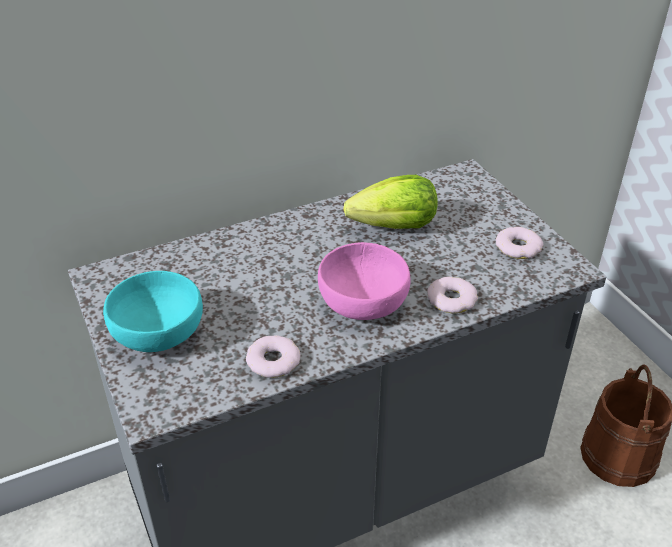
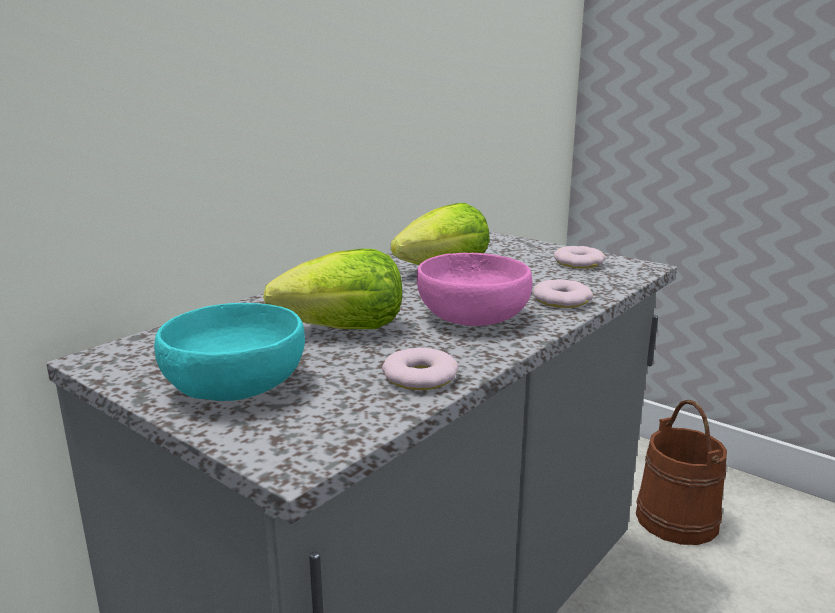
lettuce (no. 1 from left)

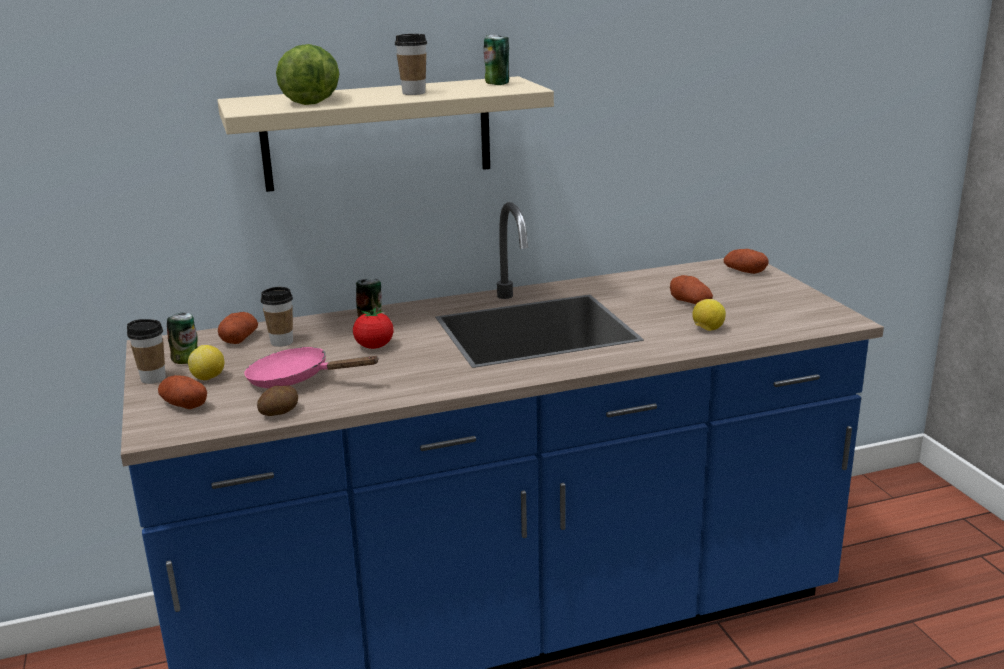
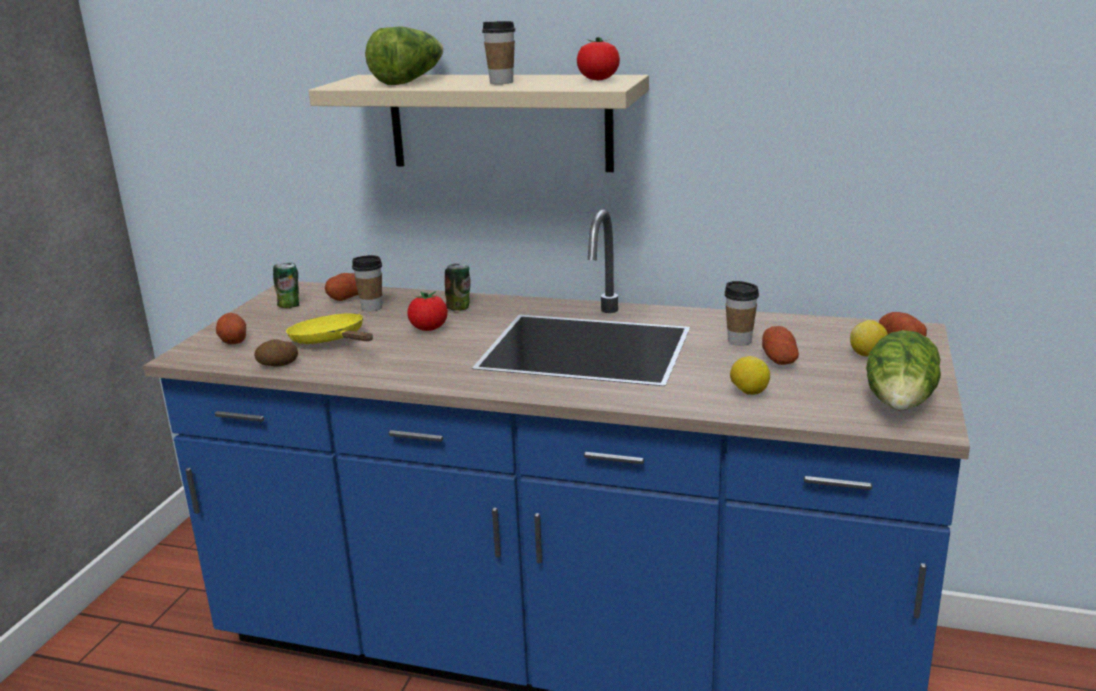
cup (no. 3 from left)
lemon (no. 2 from left)
yellow frying pan
tomato (no. 2 from left)
lettuce (no. 2 from left)

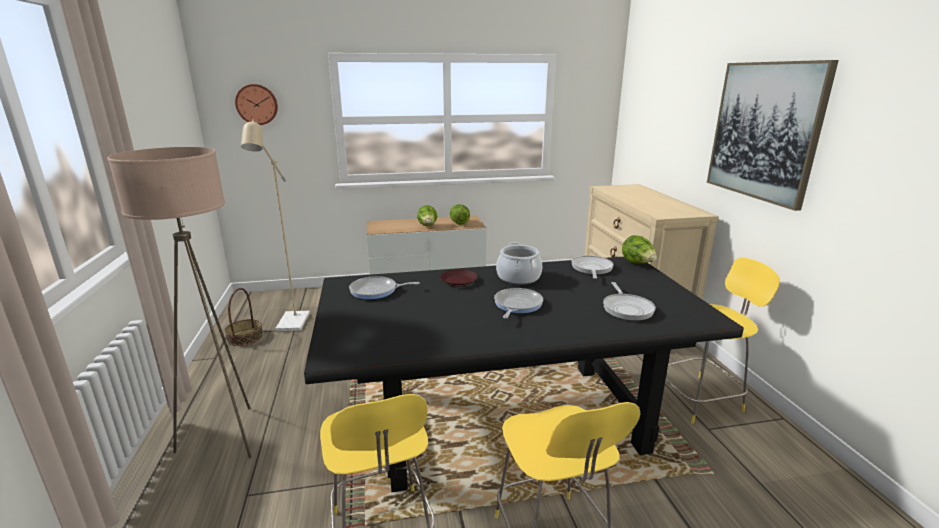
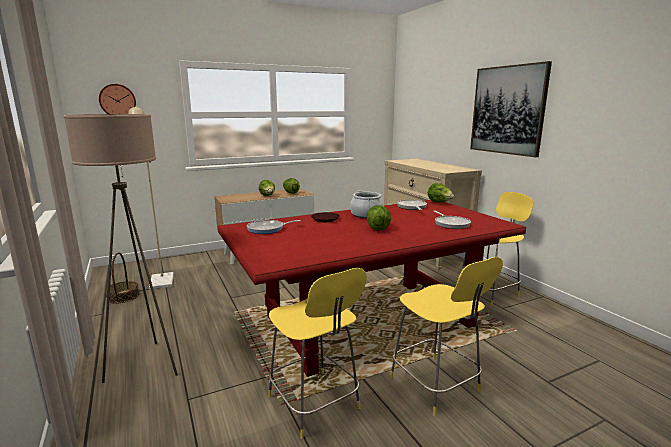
red dining table
lettuce (no. 3 from left)

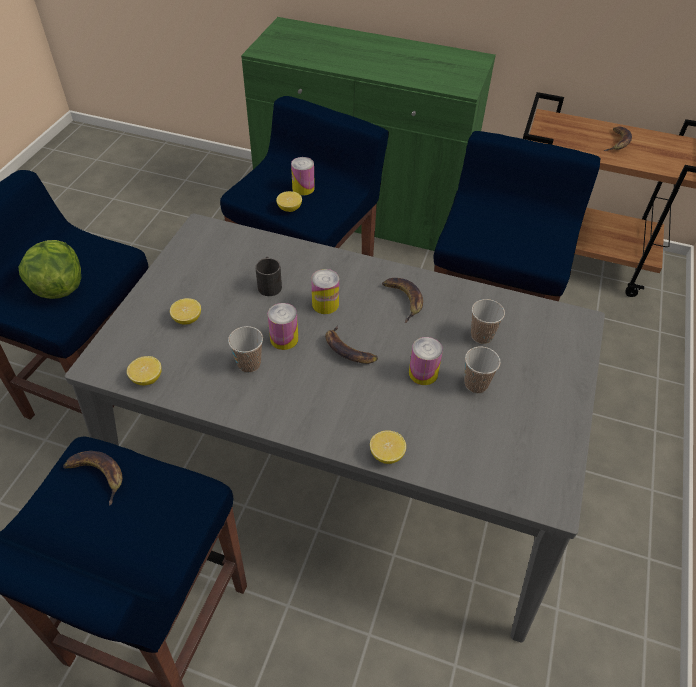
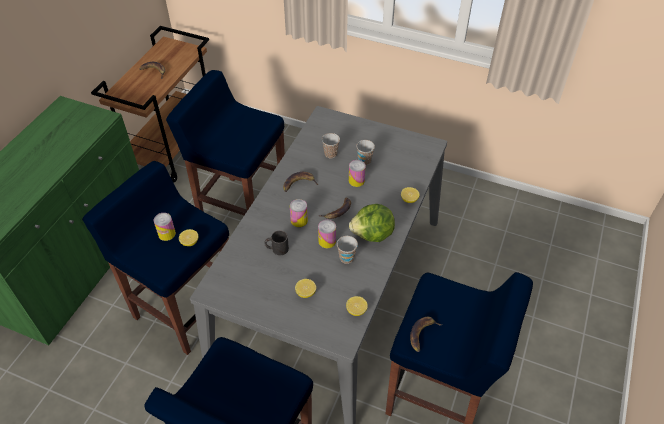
lettuce

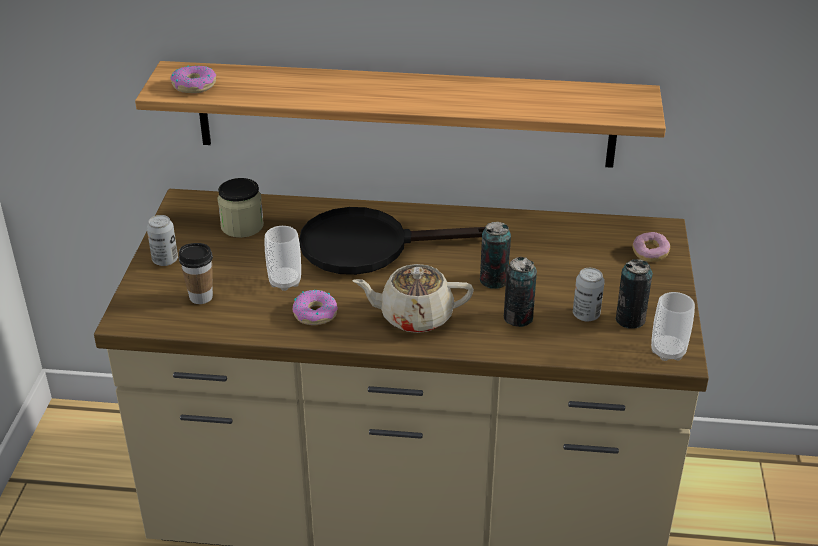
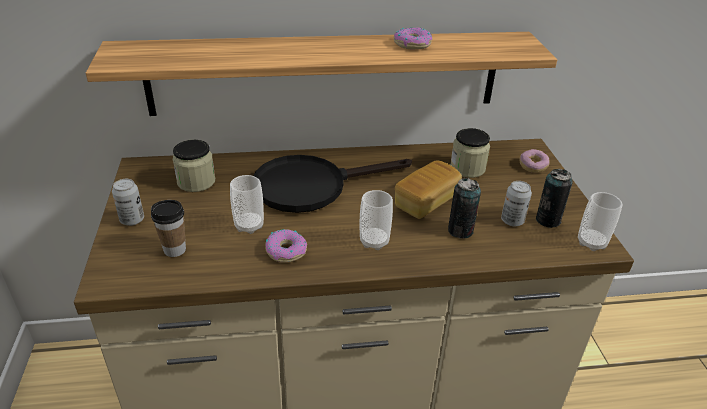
donut (no. 2 from left)
cup (no. 3 from left)
bread
jar (no. 2 from left)

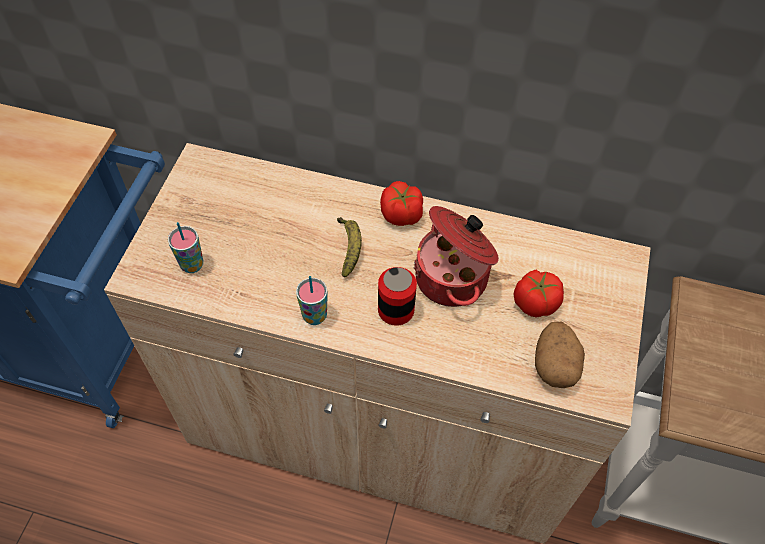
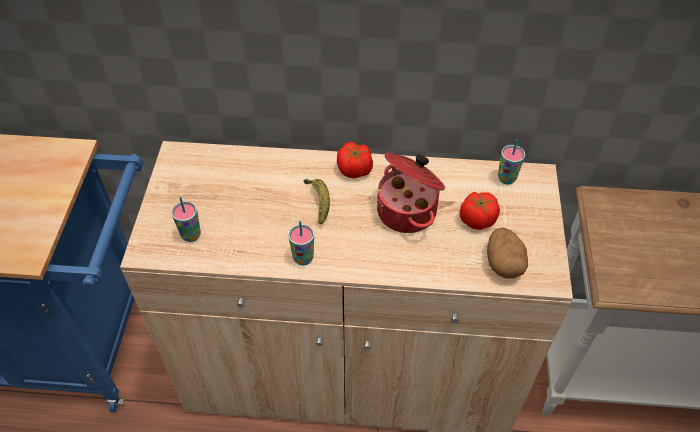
can
cup (no. 3 from left)

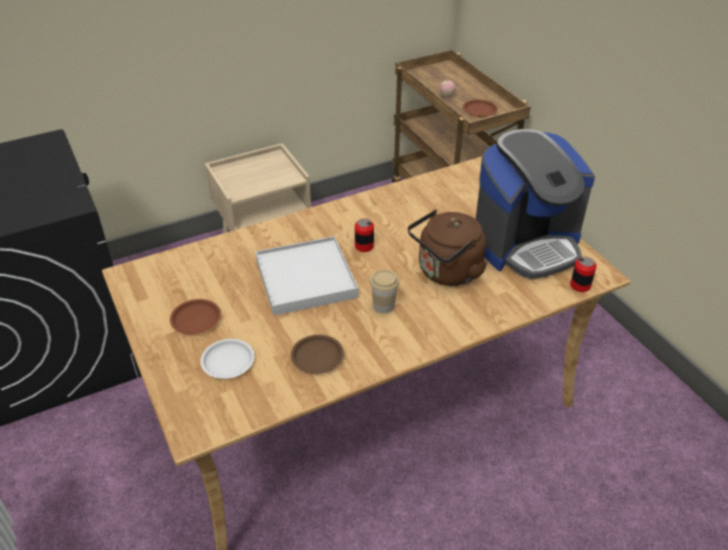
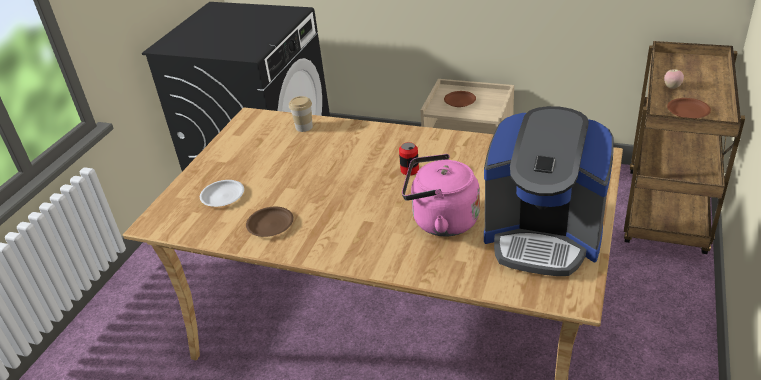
brown plate (no. 2 from left)
white tray
cup
pink kettle
can (no. 2 from left in the first image)

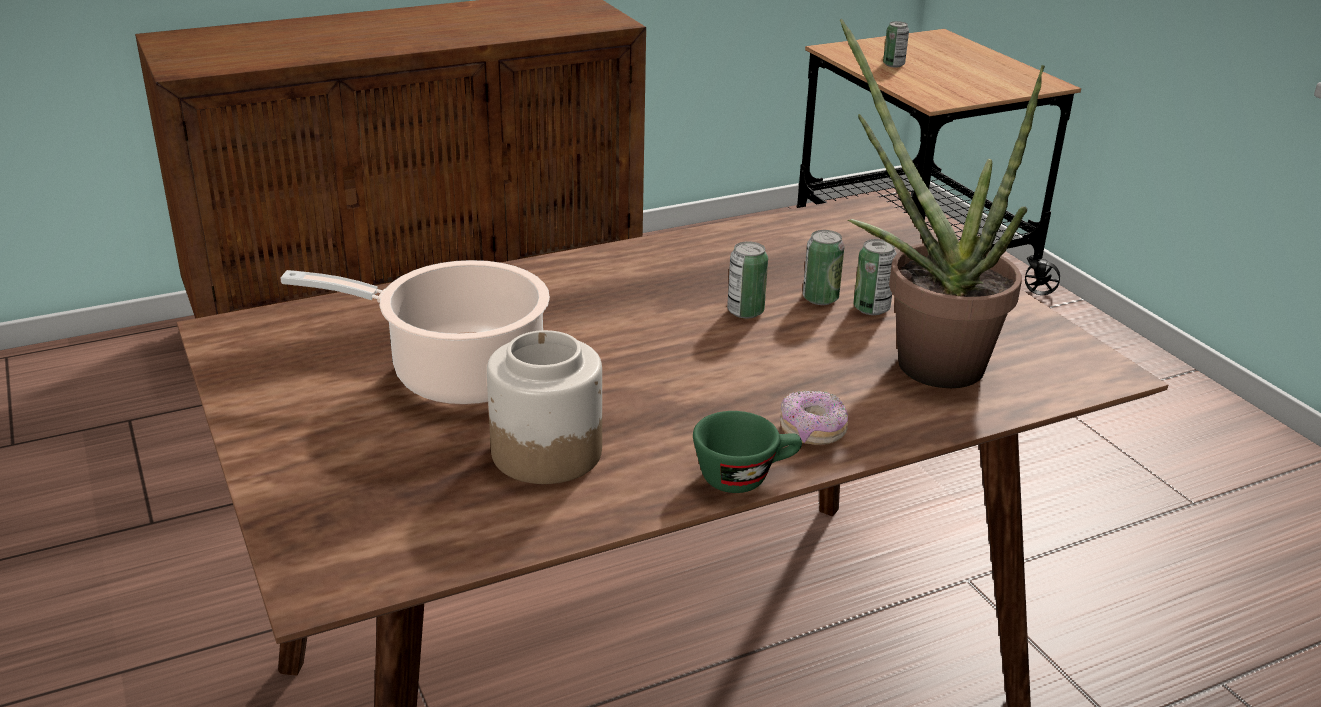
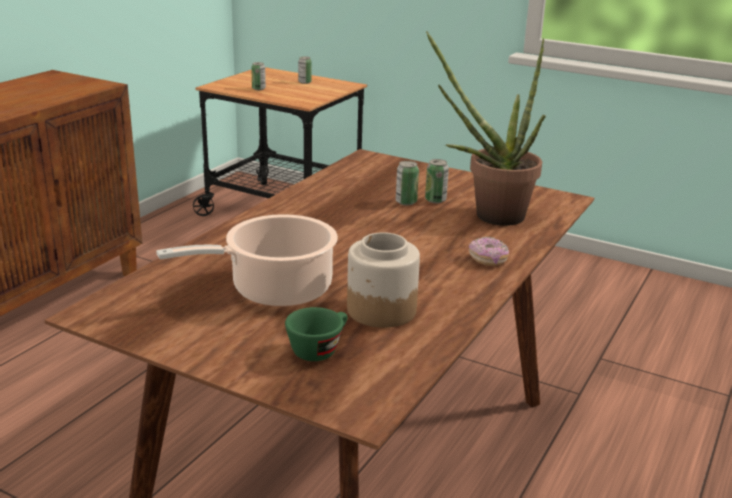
green cup
can (no. 2 from left)

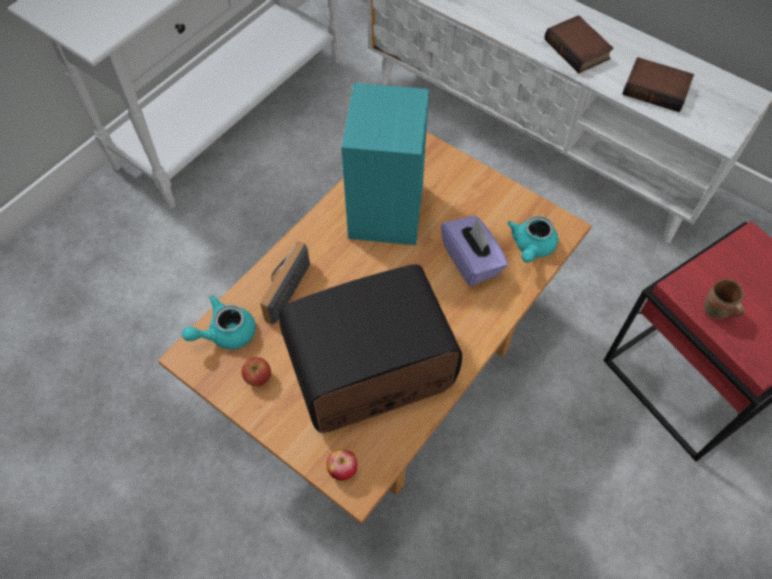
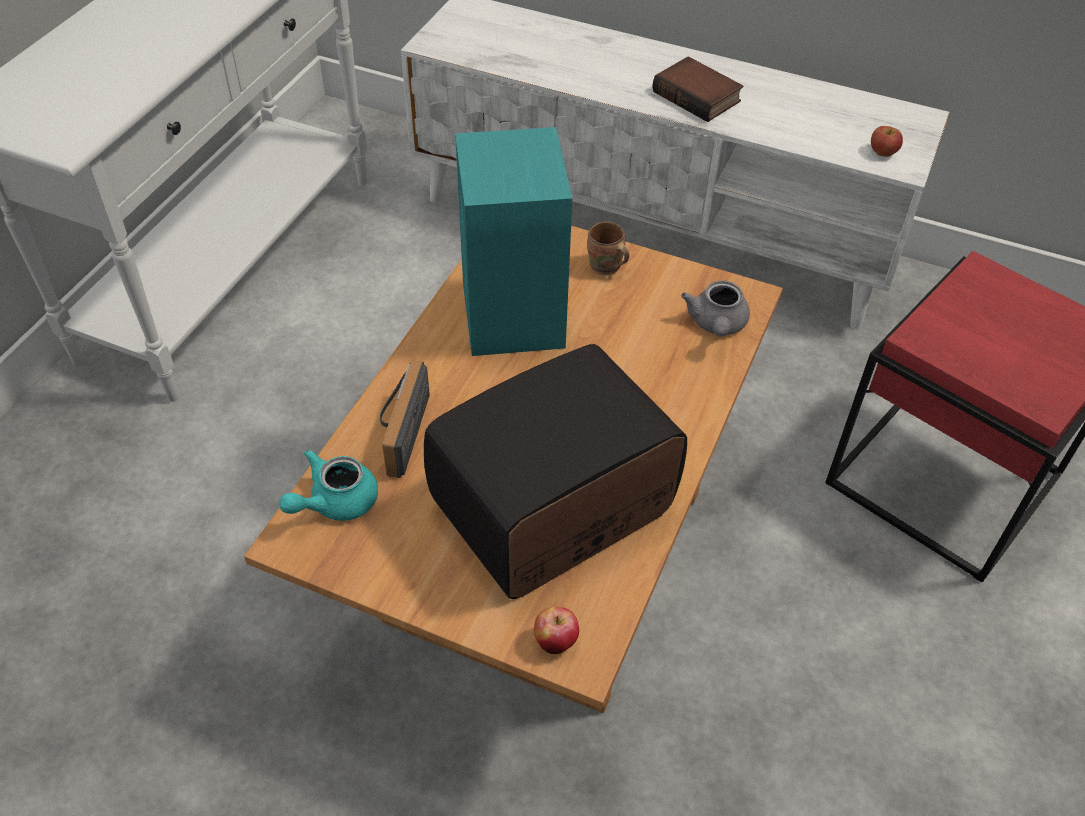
apple (no. 2 from left)
purple tissue box
grey teapot
book (no. 2 from left in the first image)
brown mug

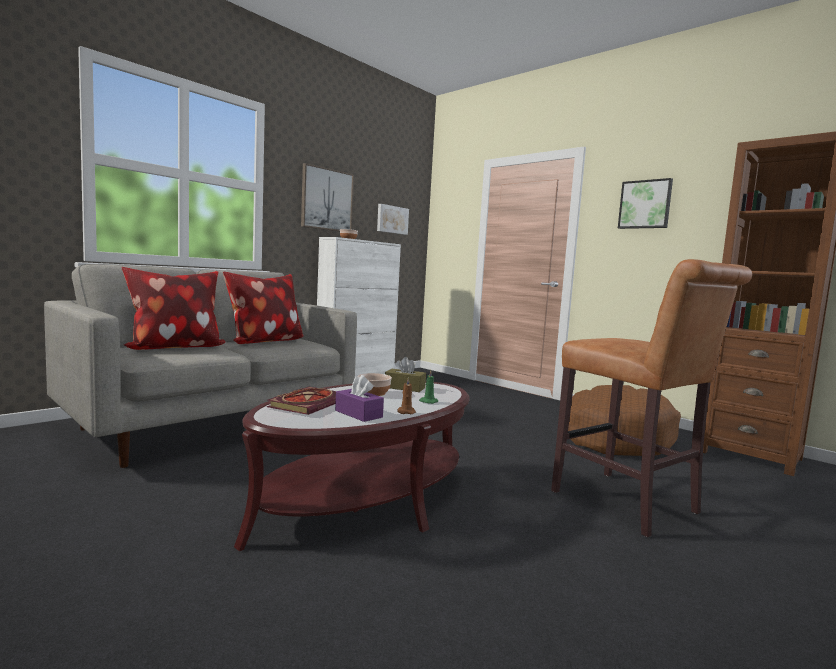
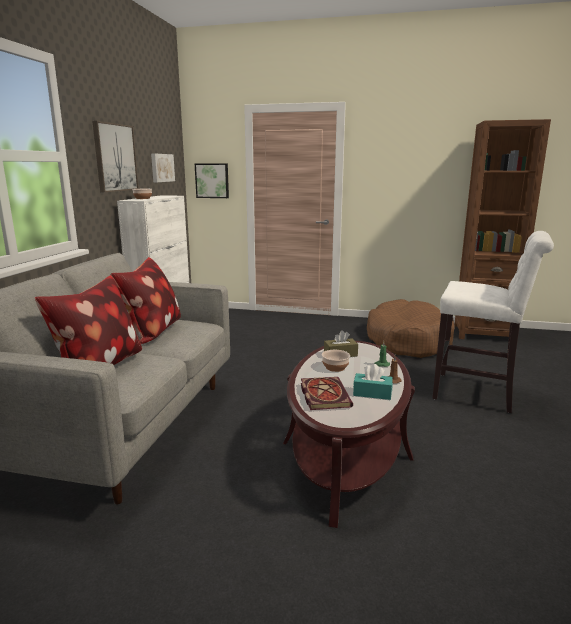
turquoise tissue box
white stool
picture (no. 3 from left)

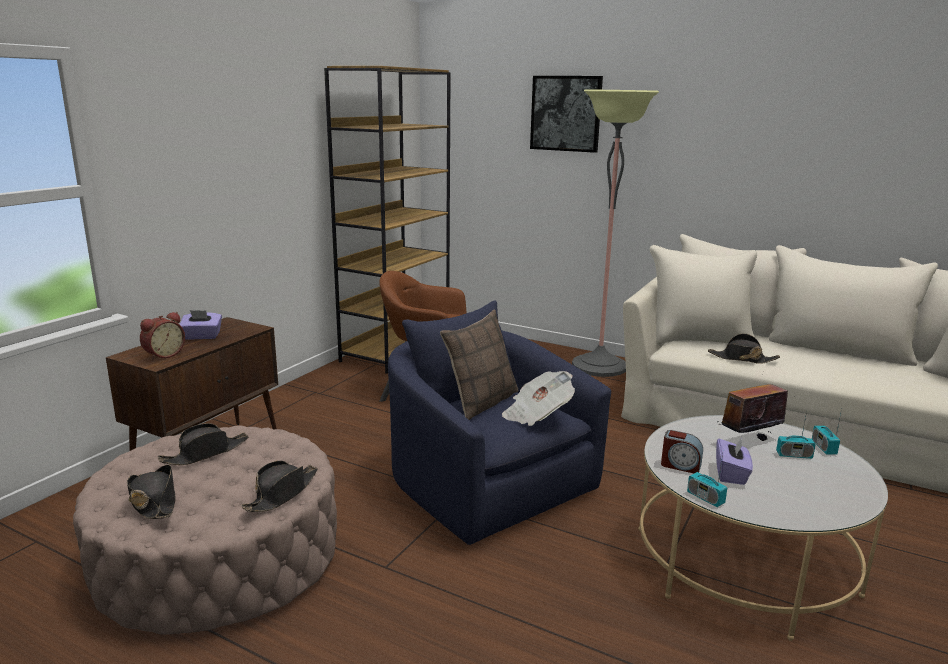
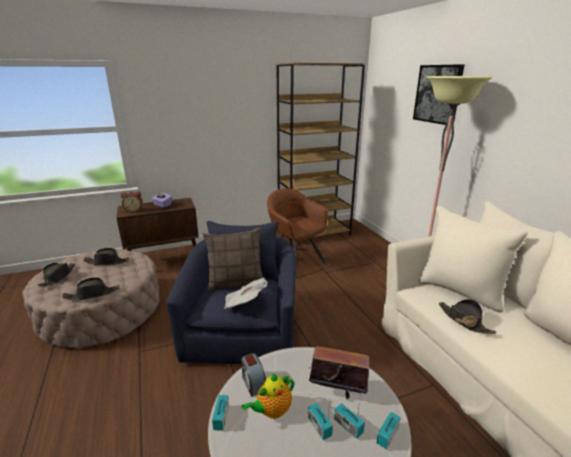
teapot
radio (no. 2 from left)

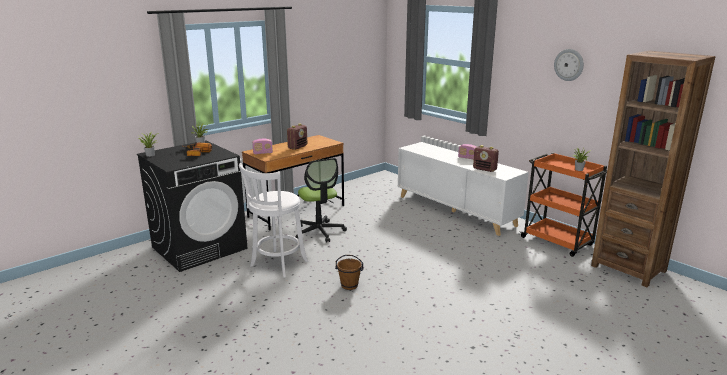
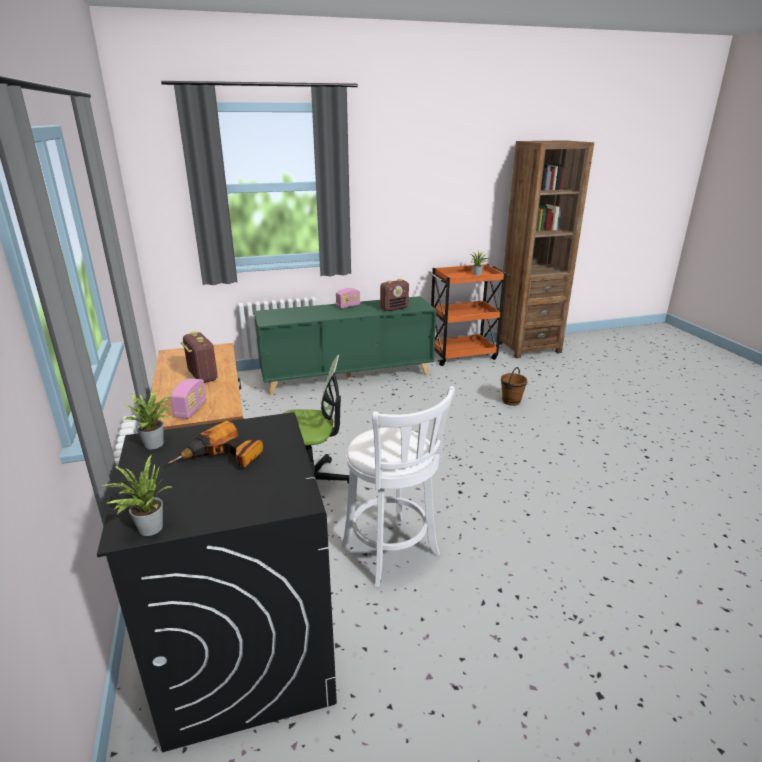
brown bucket
green cabinet
wall clock

